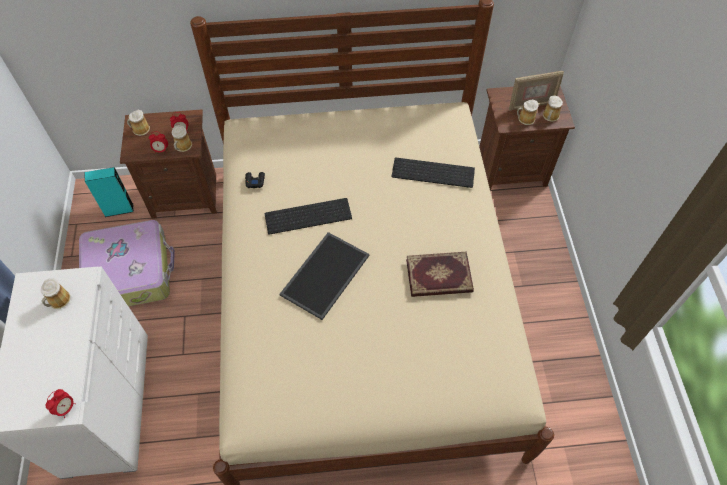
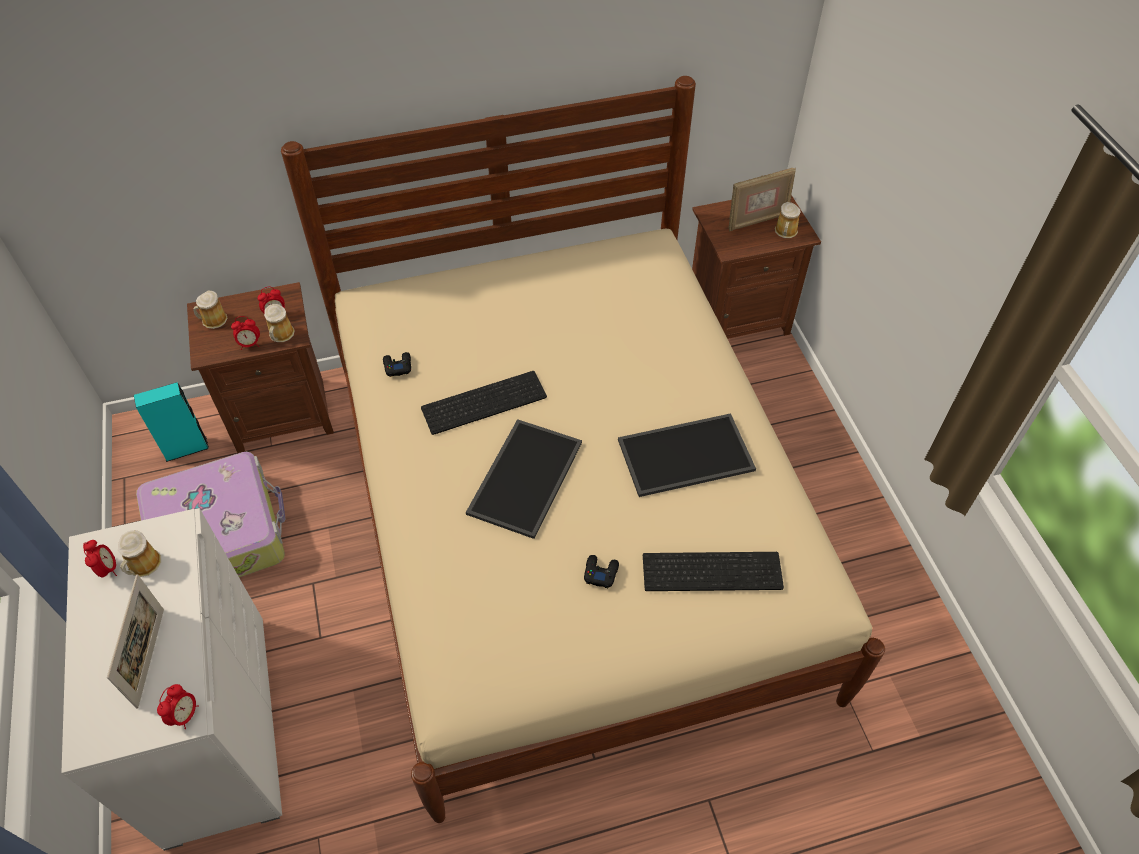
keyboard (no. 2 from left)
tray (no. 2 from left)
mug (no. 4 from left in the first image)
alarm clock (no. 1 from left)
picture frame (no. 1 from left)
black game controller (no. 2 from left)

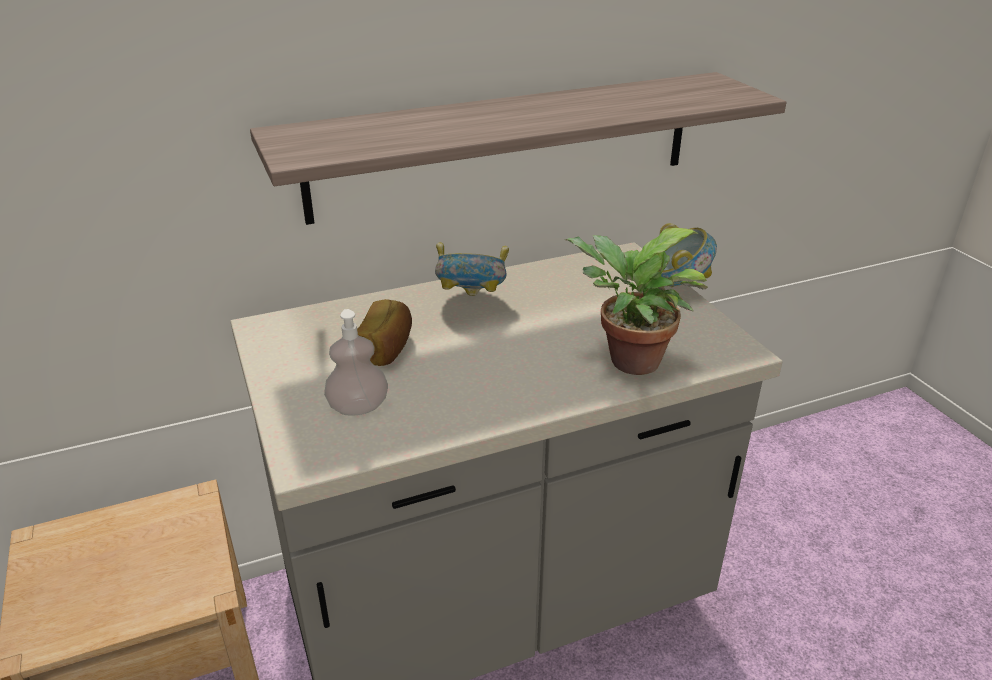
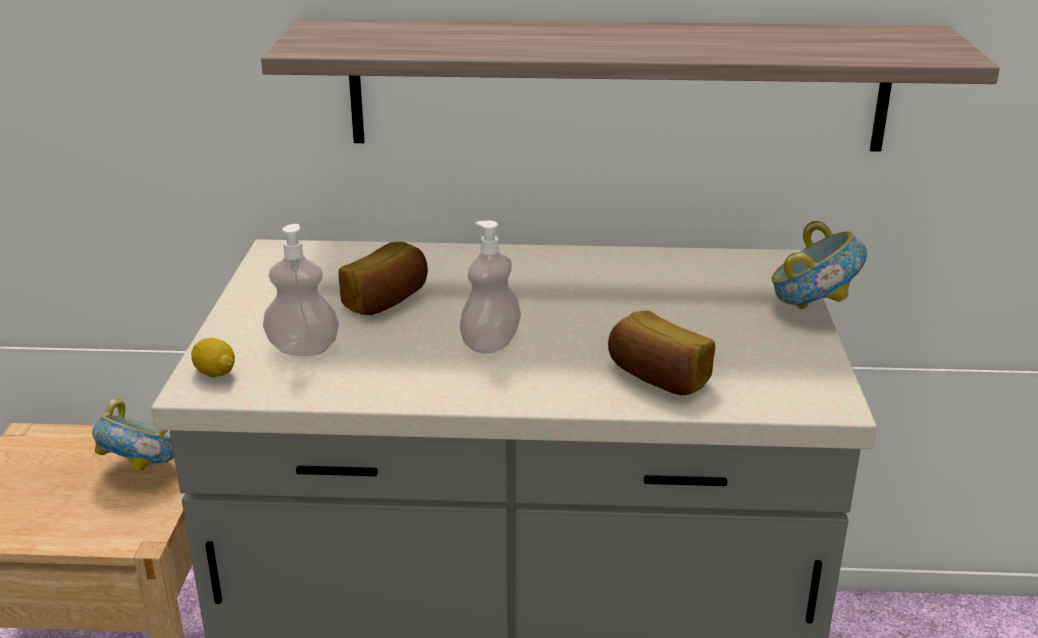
bowl (no. 1 from left)
bread (no. 2 from left)
lemon
soap dispenser (no. 2 from left)

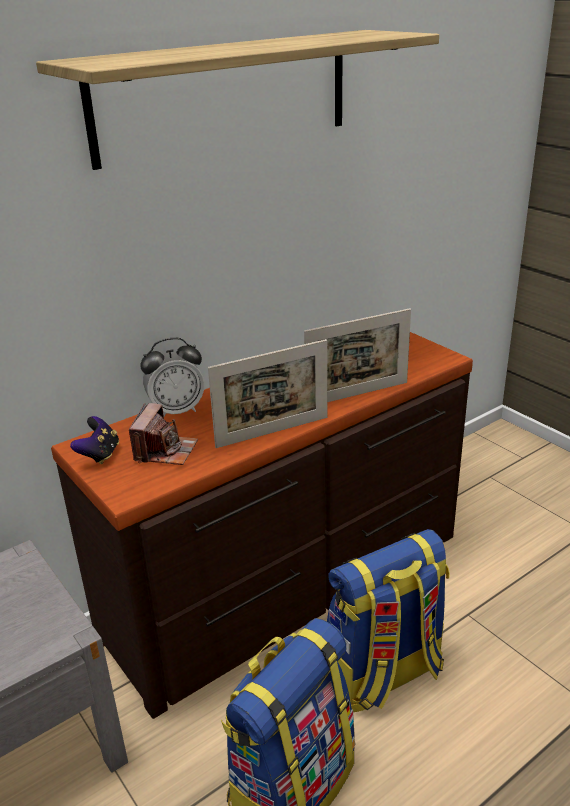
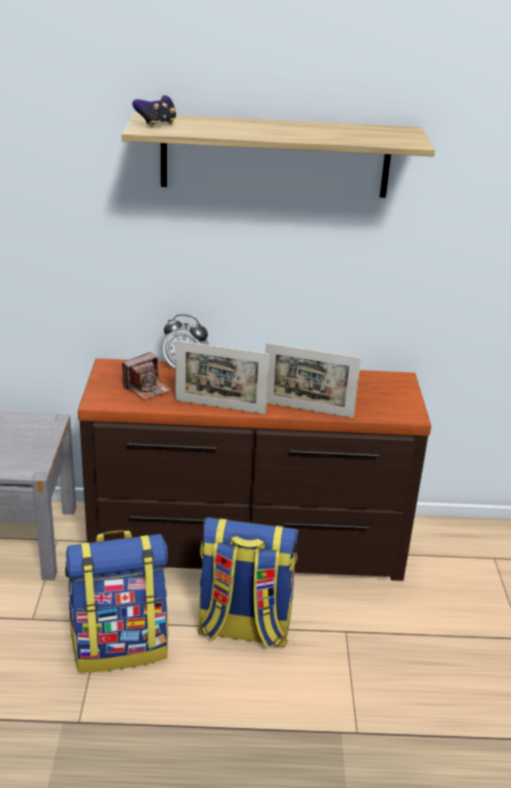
game controller

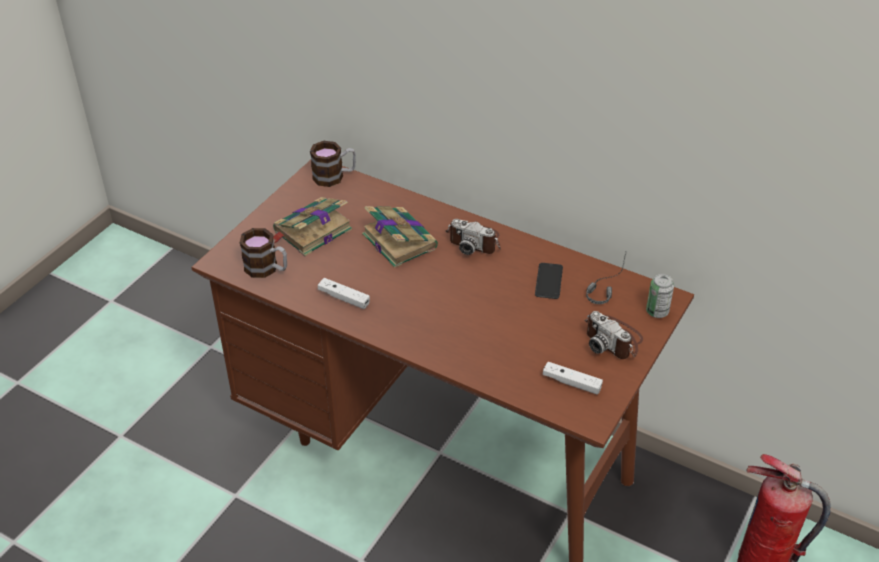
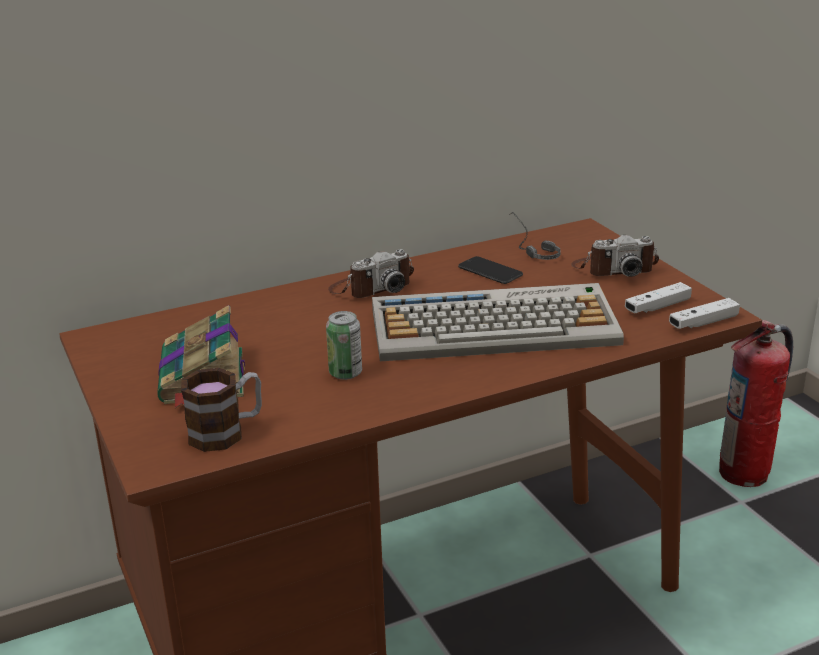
mug (no. 2 from left in the first image)
white game controller (no. 2 from left)
book (no. 2 from left in the first image)
can
keyboard

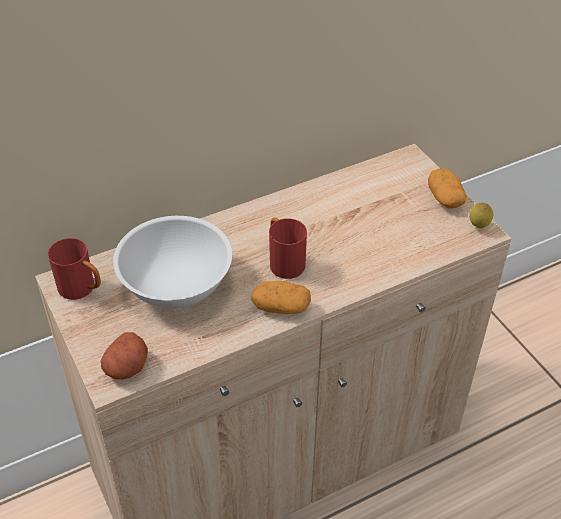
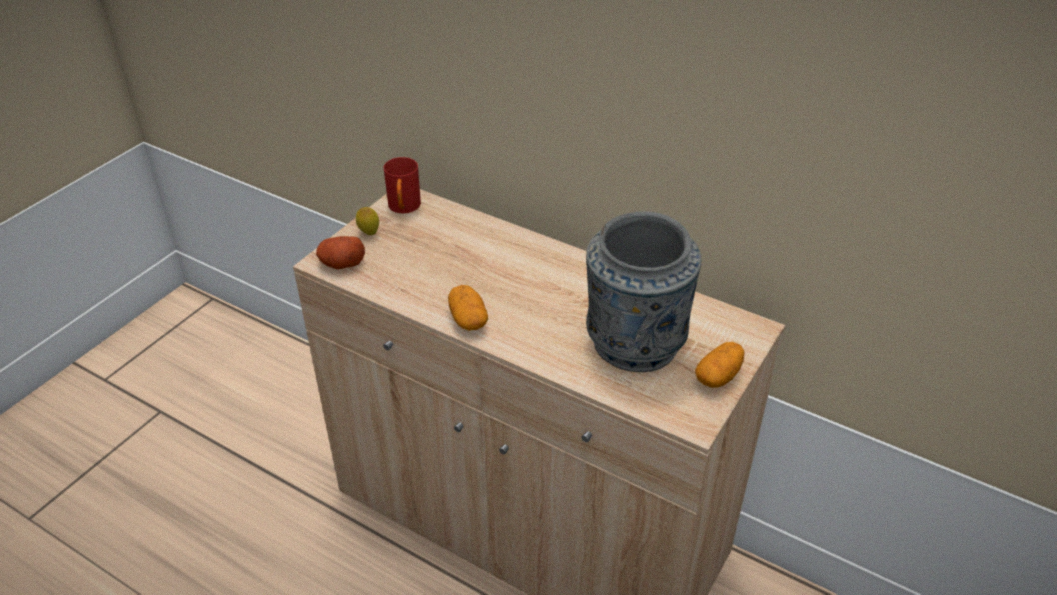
white bowl
red mug (no. 2 from left in the first image)
lemon
grey vase

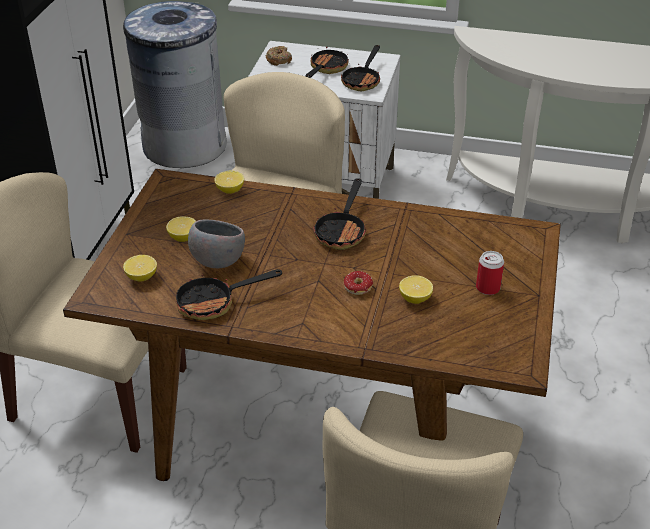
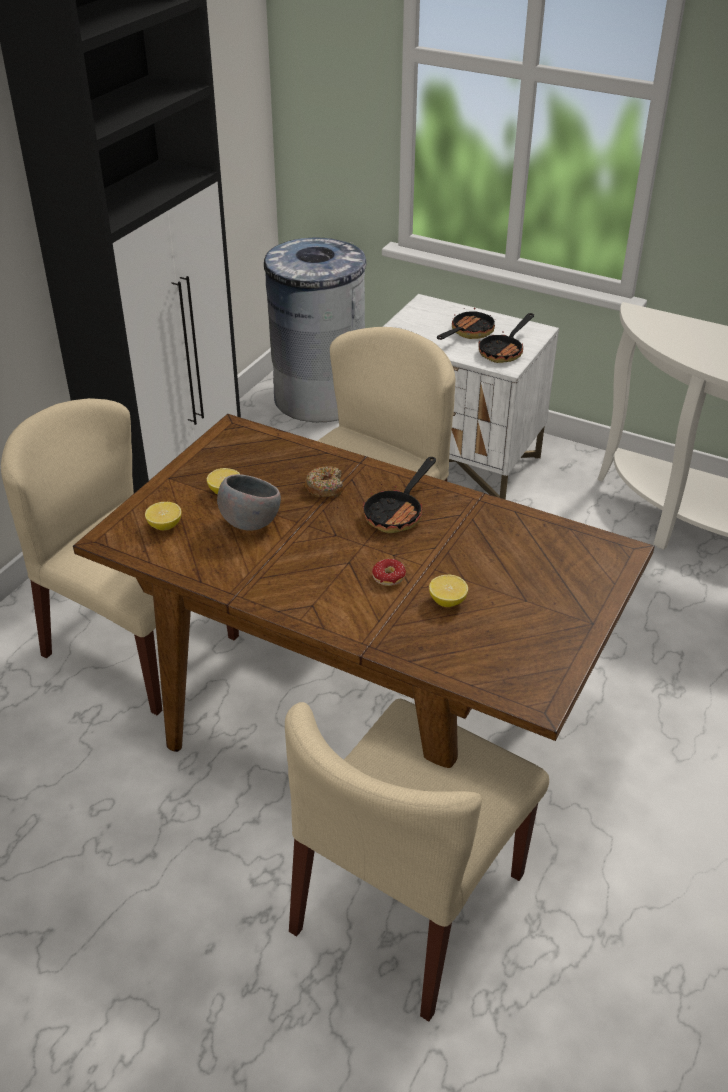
frying pan (no. 1 from left in the first image)
lemon (no. 3 from left in the first image)
donut (no. 1 from left)
can

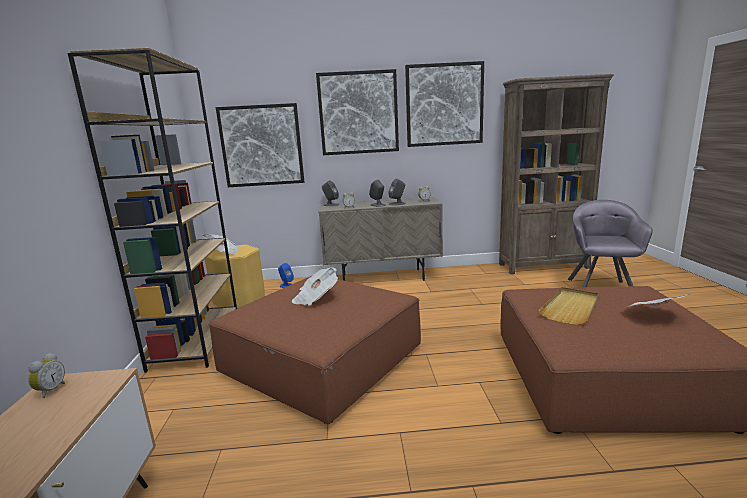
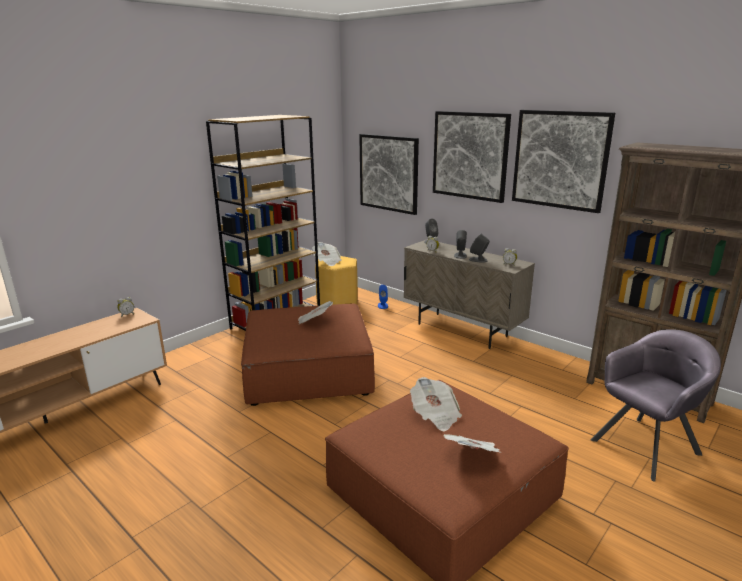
newspaper (no. 3 from left)

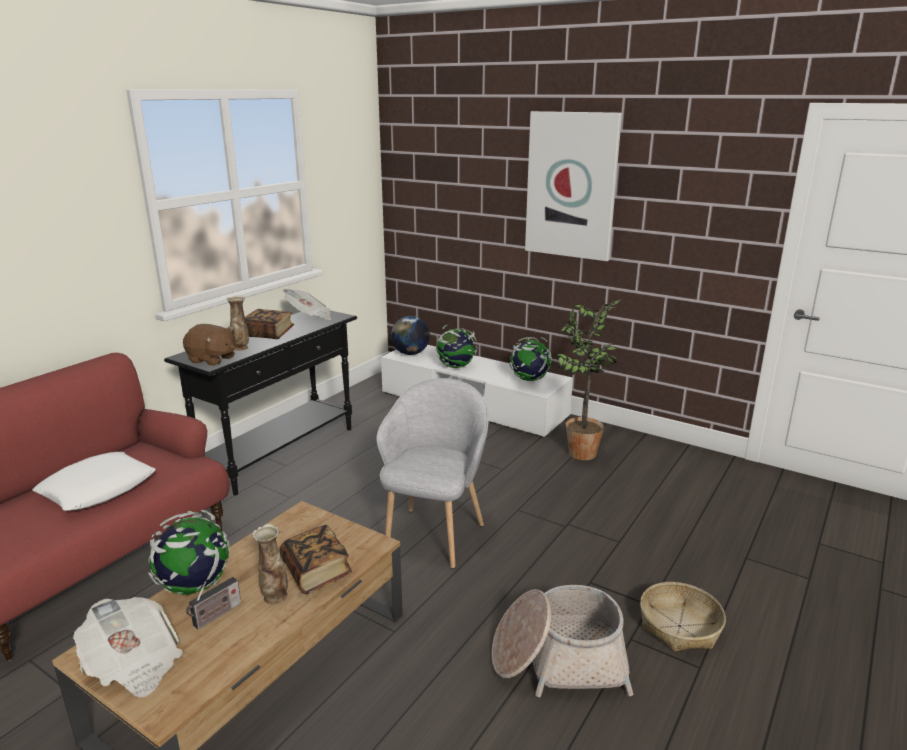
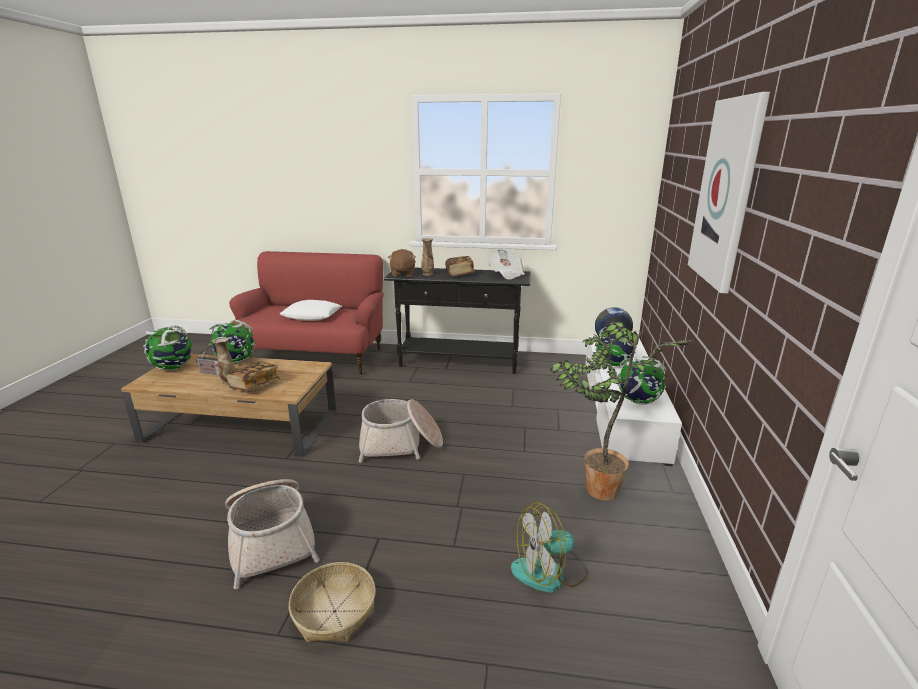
globe (no. 1 from left)
basket (no. 3 from left)
fan

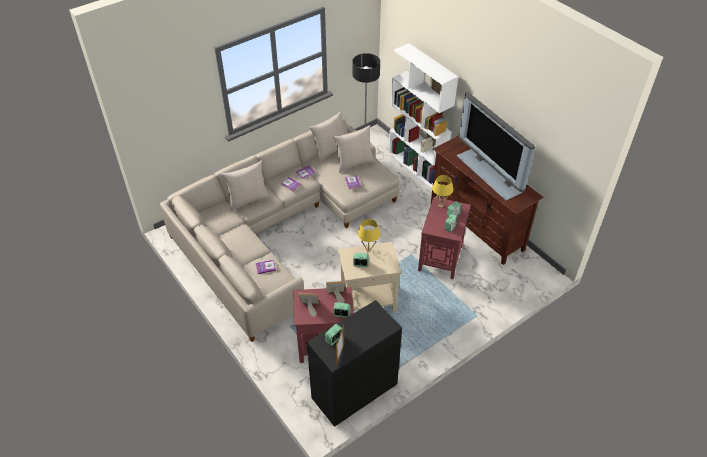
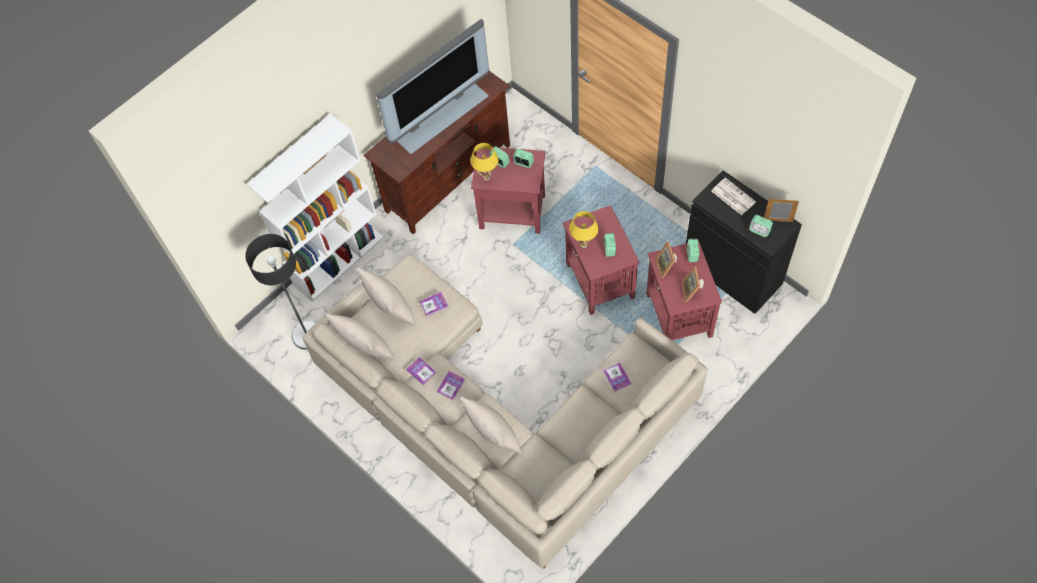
red side table (no. 2 from left)
newspaper

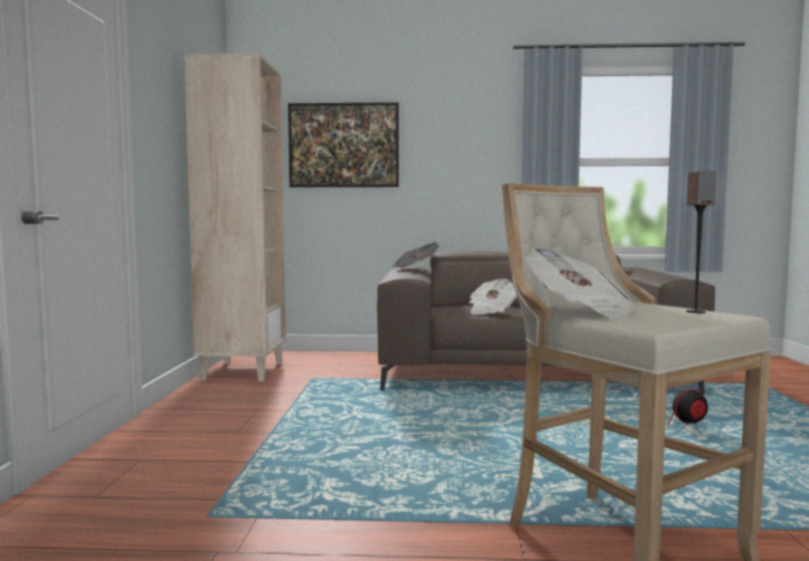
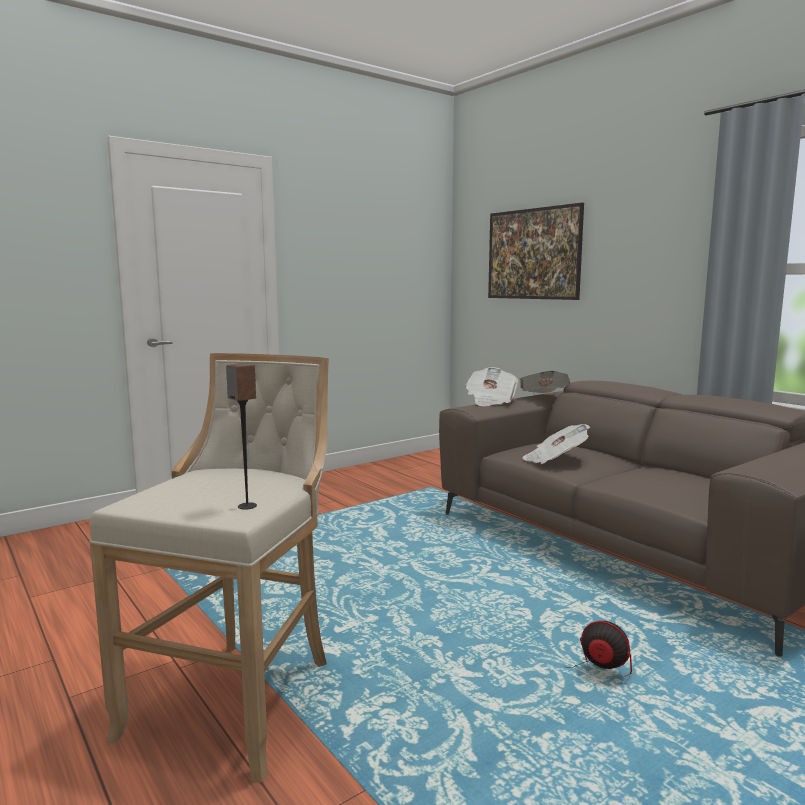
beige bookcase
newspaper (no. 1 from left)

